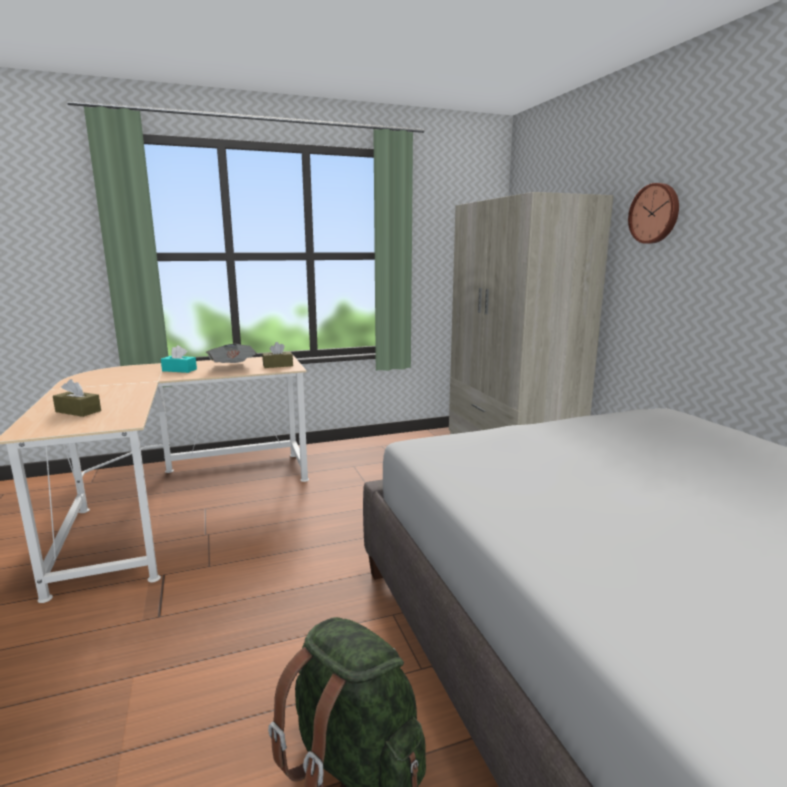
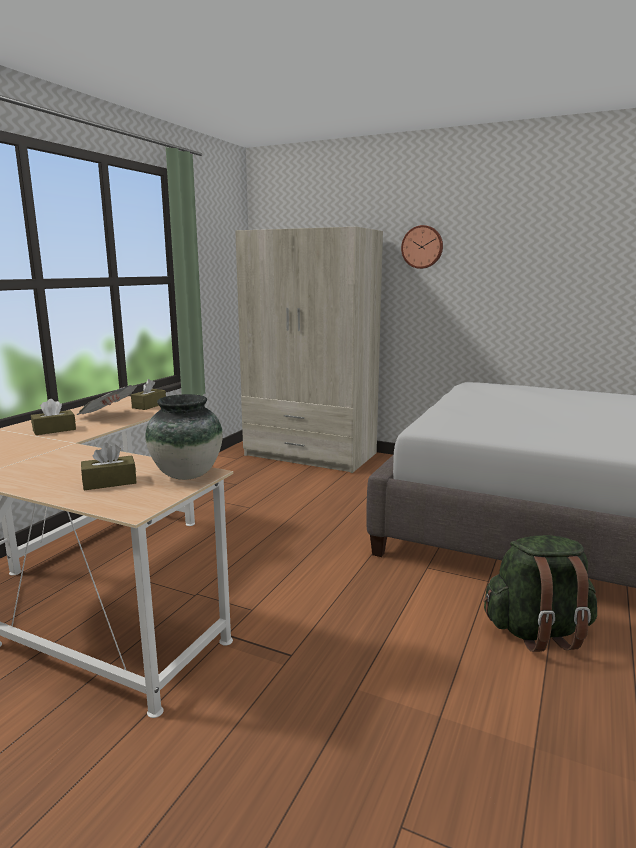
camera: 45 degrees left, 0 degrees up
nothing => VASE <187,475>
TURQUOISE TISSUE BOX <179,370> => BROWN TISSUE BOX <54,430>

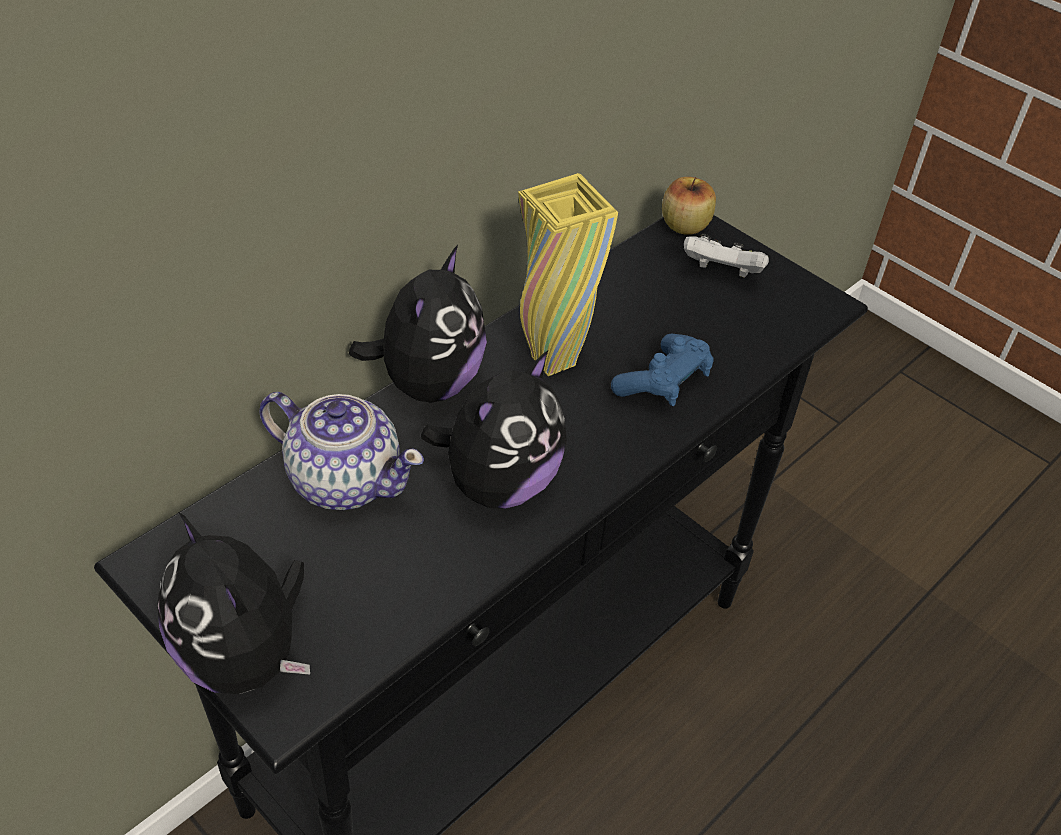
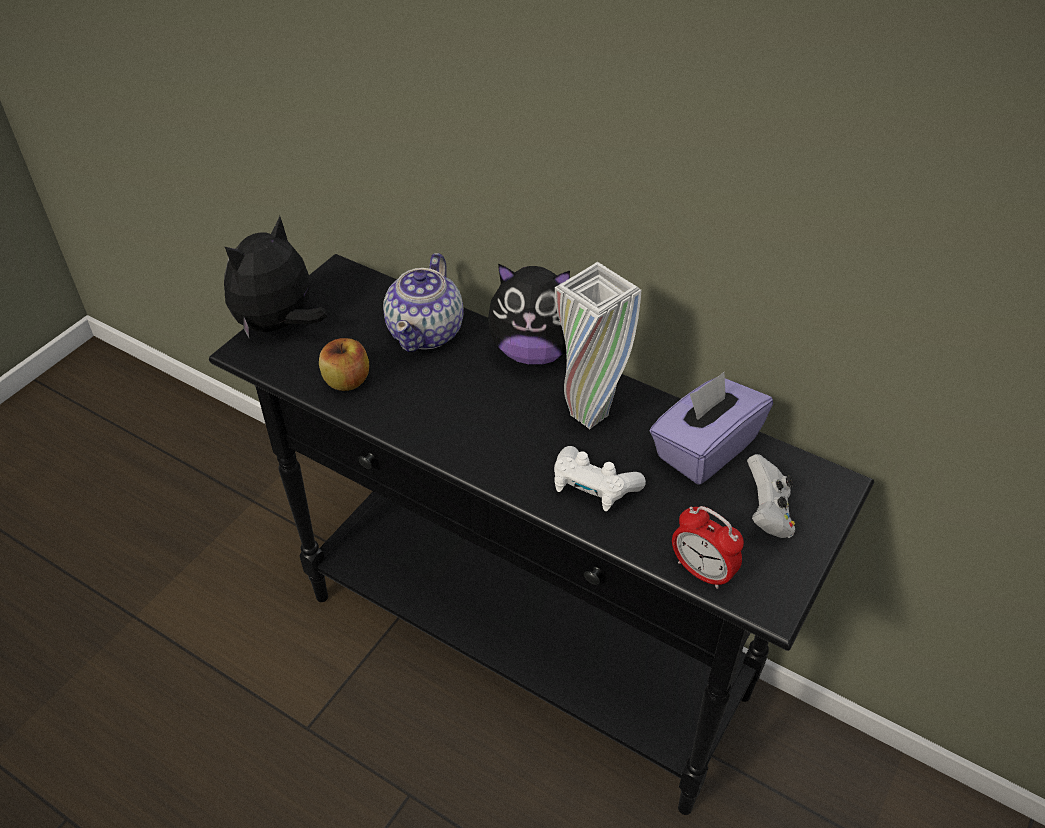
camera: 80 degrees right, 0 degrees up
PLUSH TOY <499,483> => nothing
nothing => PURPLE TISSUE BOX <704,449>
nothing => ALARM CLOCK <702,571>
APPLE <684,225> => APPLE <347,381>, move
YELLOW VASE <553,361> => WHITE VASE <589,415>
BLUE GAME CONTROLLER <663,383> => WHITE GAME CONTROLLER <593,488>

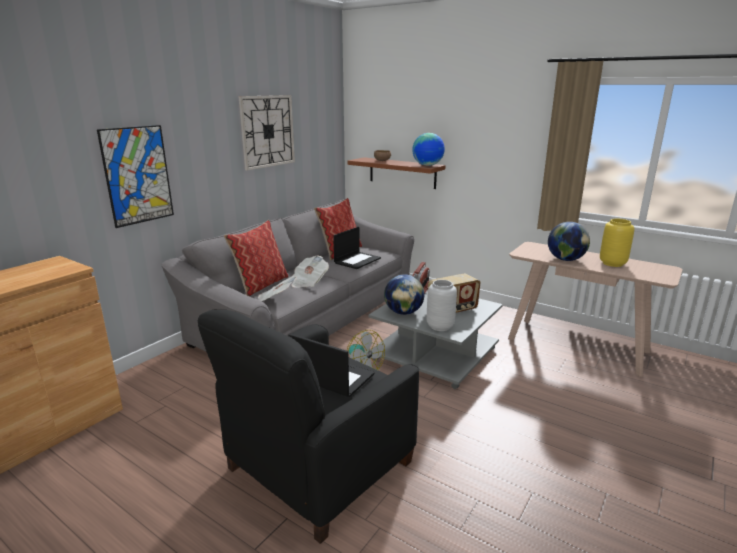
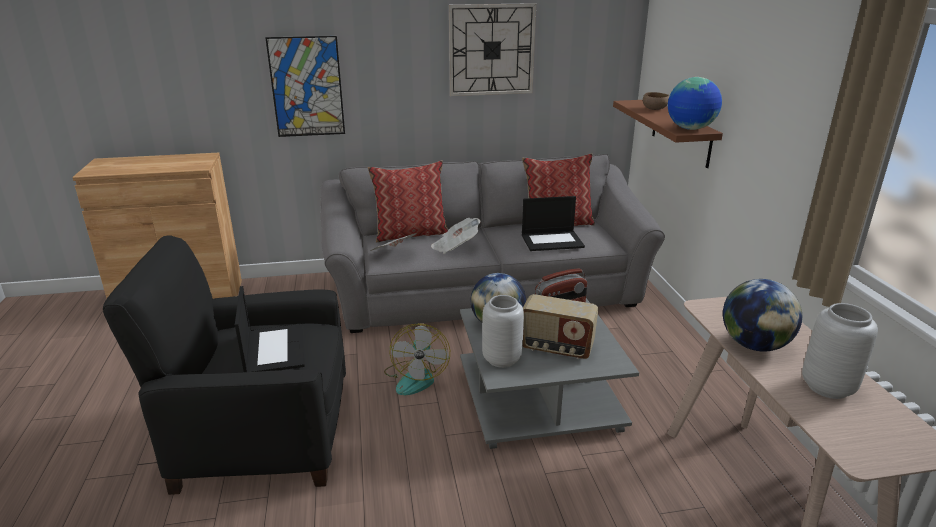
camera: 45 degrees right, 5 degrees up
YELLOW VASE <613,263> => GREY VASE <828,387>

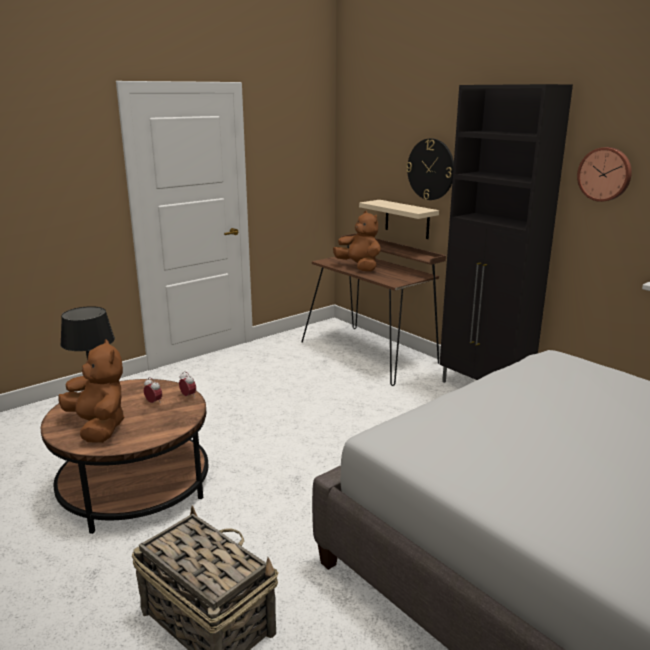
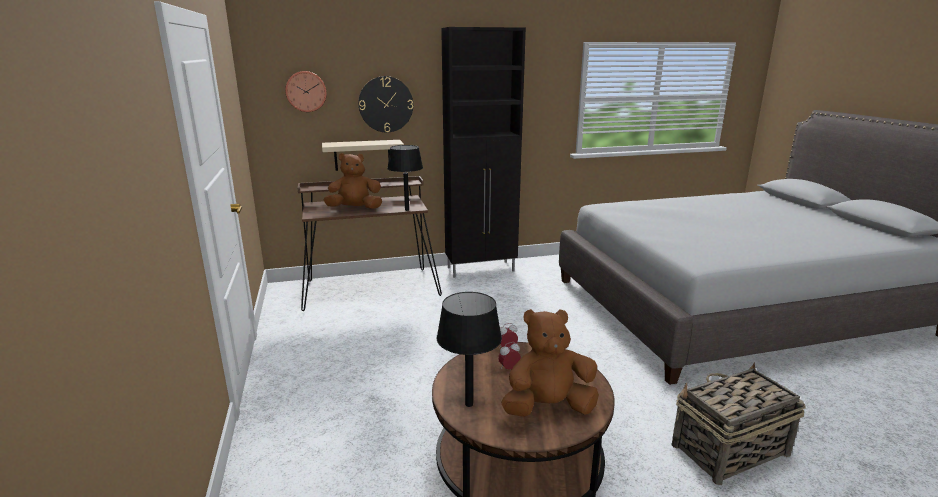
camera: 65 degrees left, 0 degrees up
nothing => BLACK TABLE LAMP <407,210>
WALL CLOCK <605,174> => WALL CLOCK <306,91>, move

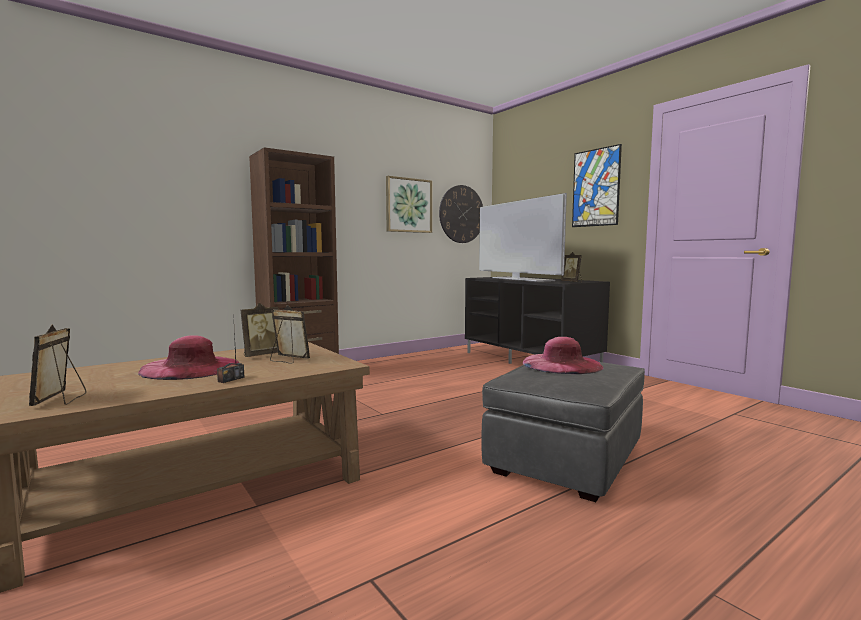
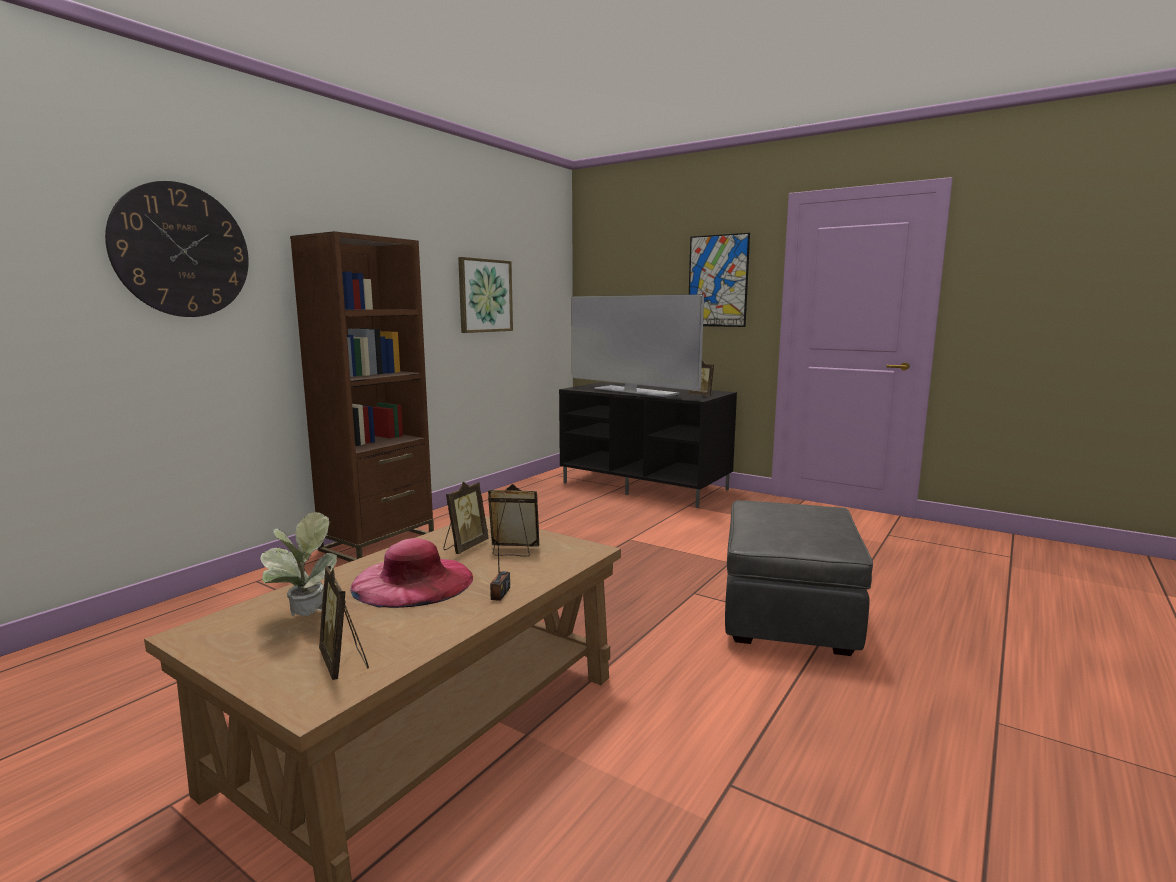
camera: 20 degrees left, 5 degrees up
PINK HAT <562,364> => nothing
nothing => POTTED PLANT <304,621>
WALL CLOCK <461,214> => WALL CLOCK <181,250>, move

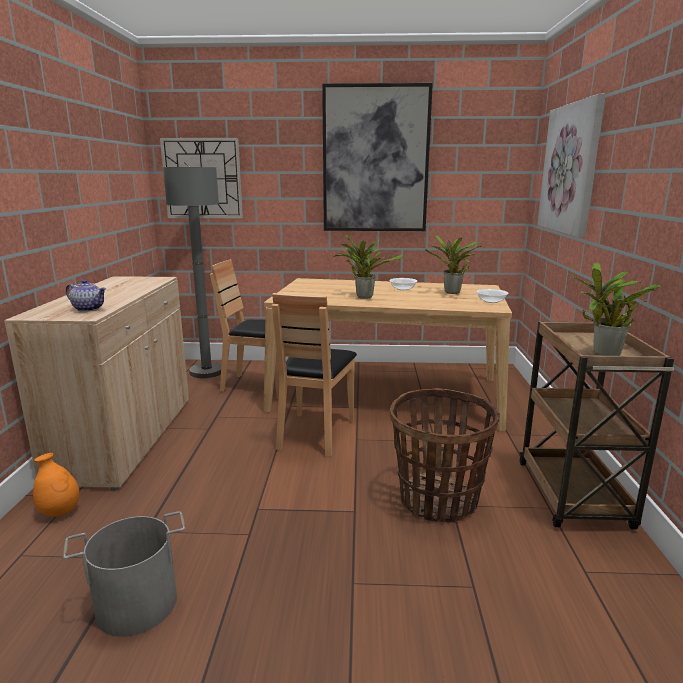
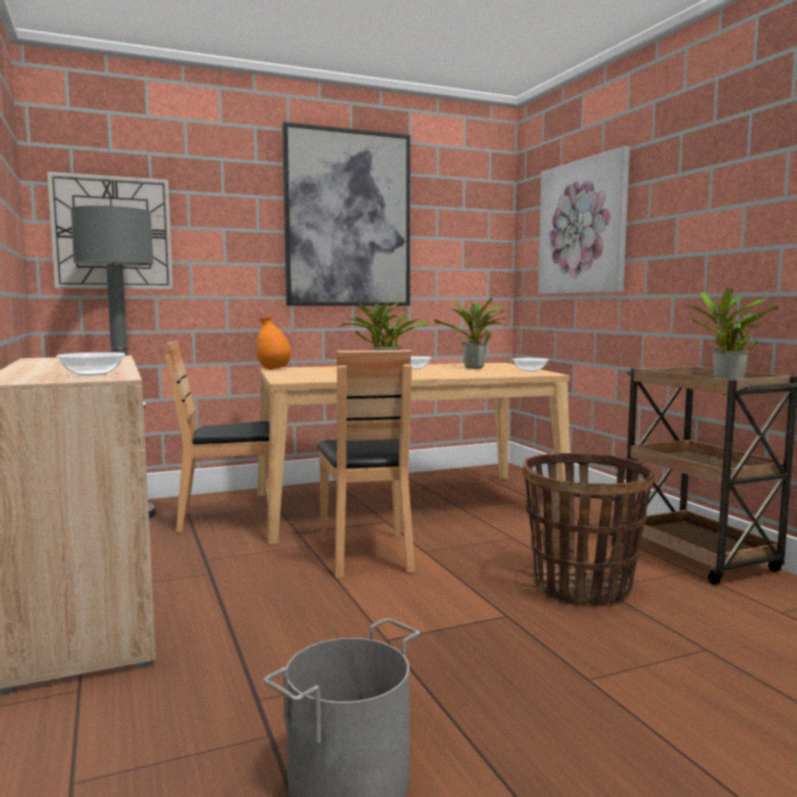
camera: 25 degrees left, 10 degrees down
ORANGE VASE <60,512> => ORANGE VASE <274,369>, move
TEAPOT <89,309> => BOWL <92,374>

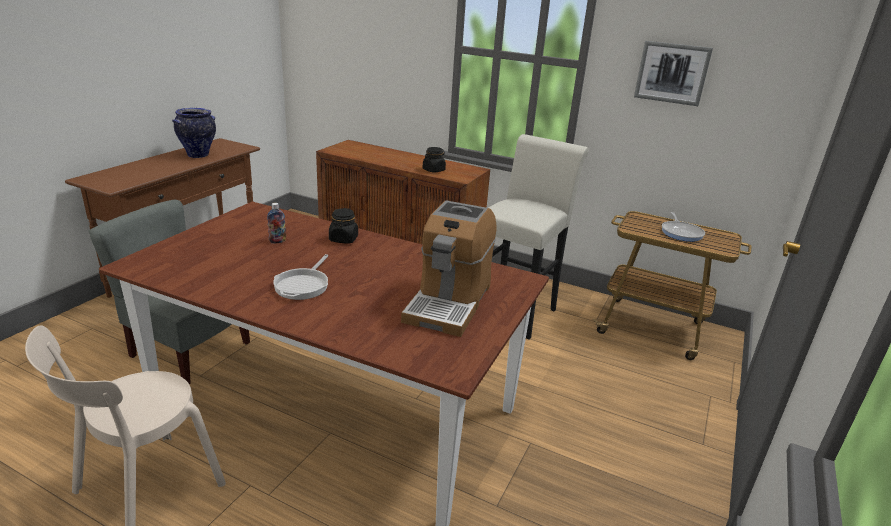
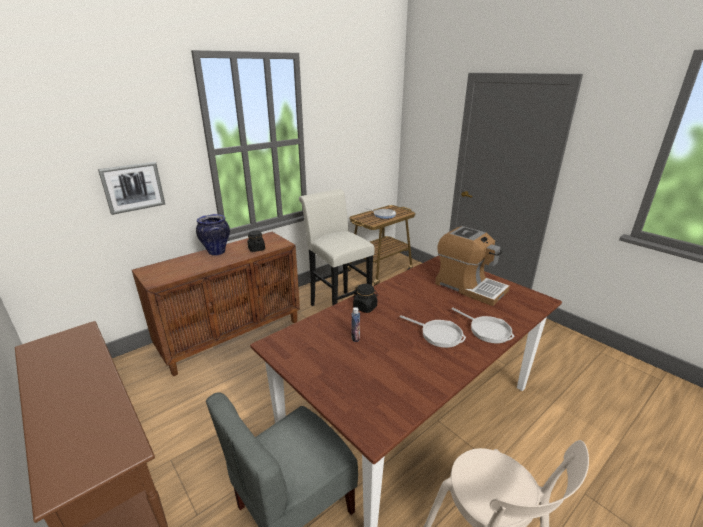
camera: 65 degrees left, 0 degrees up
nothing => FRYING PAN <487,330>
VASE <198,155> => VASE <216,252>, move
PICTURE <672,73> => PICTURE <133,187>, move

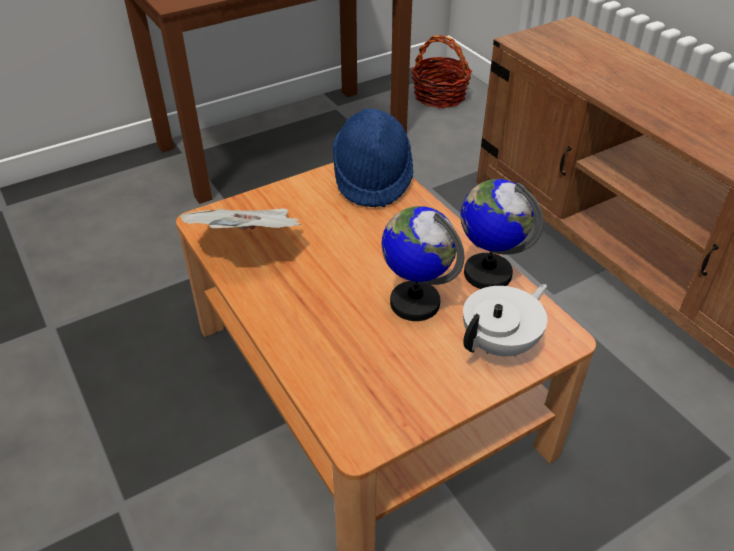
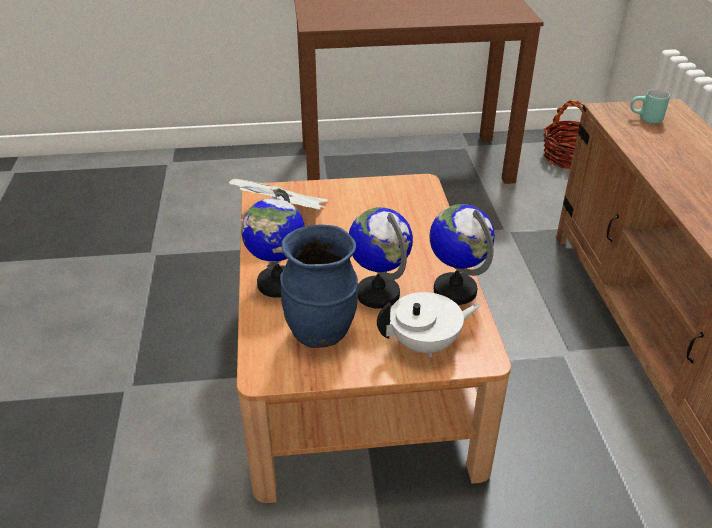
camera: 25 degrees right, 5 degrees down
BLUE HAT <372,178> => nothing
nothing => GLOBE <278,284>
nothing => BLUE VASE <321,333>
nothing => TURQUOISE MUG <645,120>

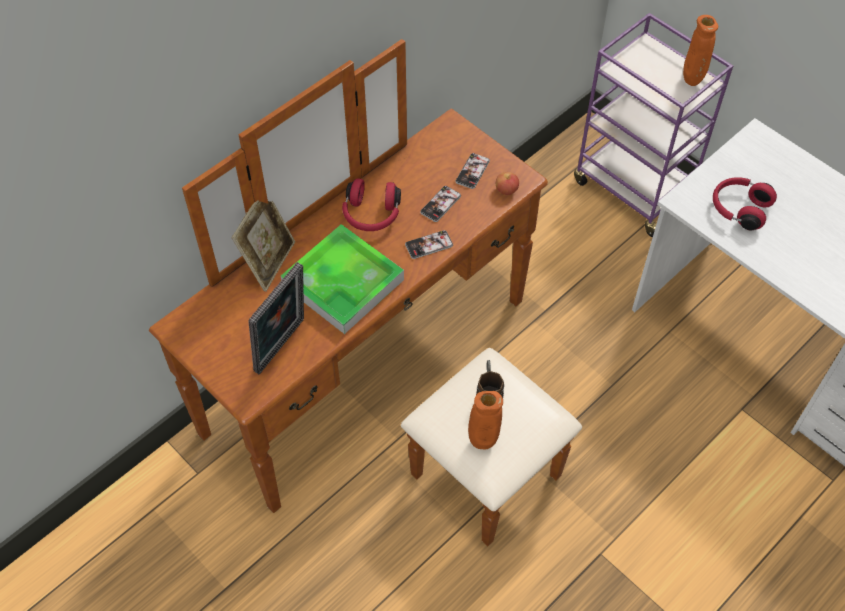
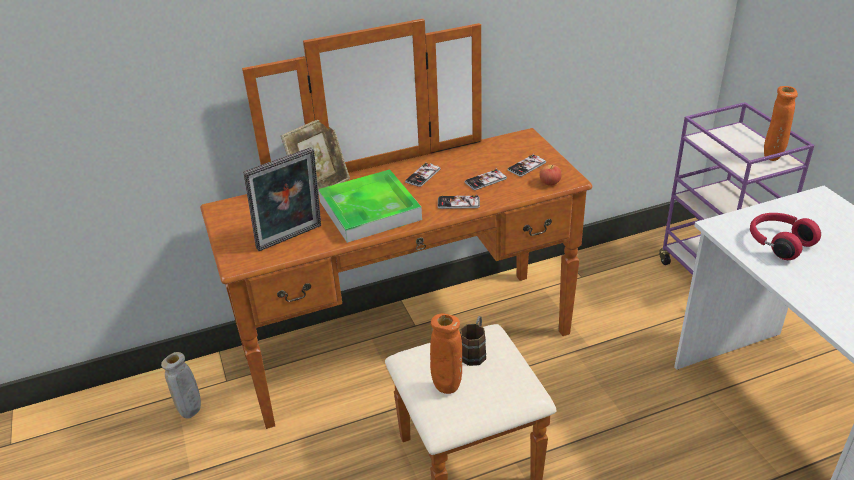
camera: 25 degrees right, 20 degrees down
nothing => BEIGE VASE <191,413>
RED HEADPHONES <371,215> => PHONE <423,175>

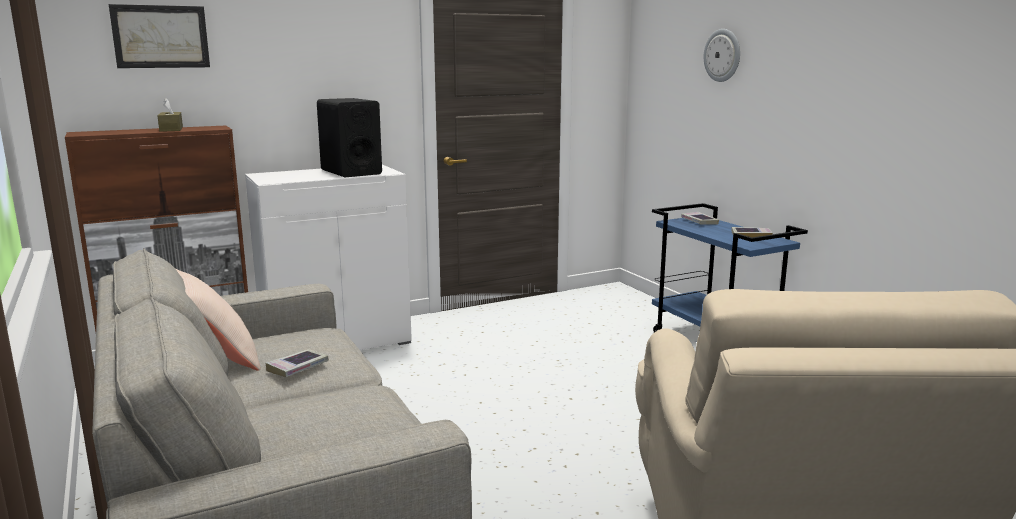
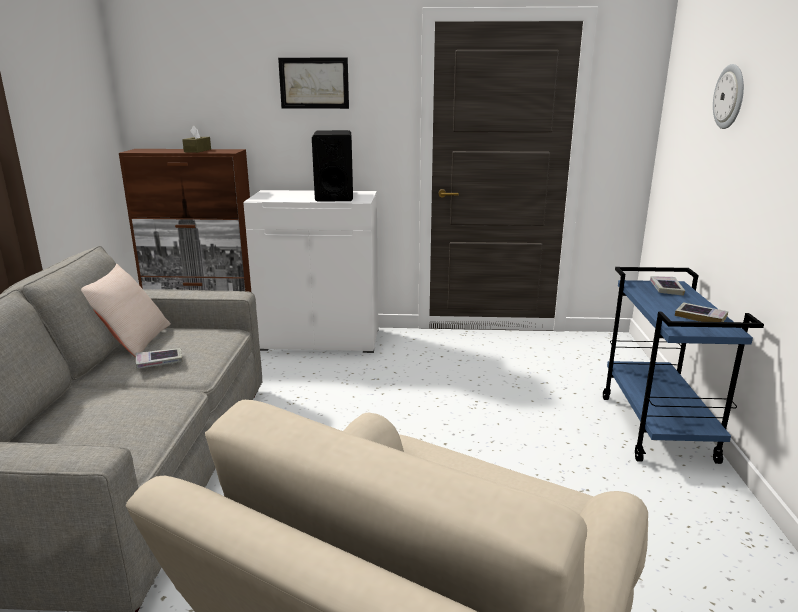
camera: 30 degrees right, 5 degrees up
PICTURE <161,36> => PICTURE <314,83>, move

